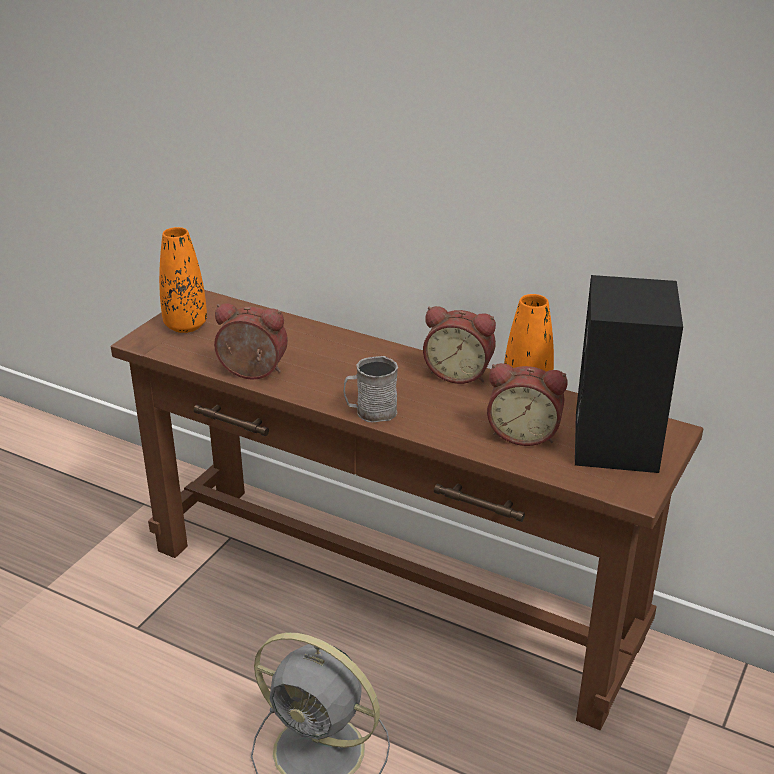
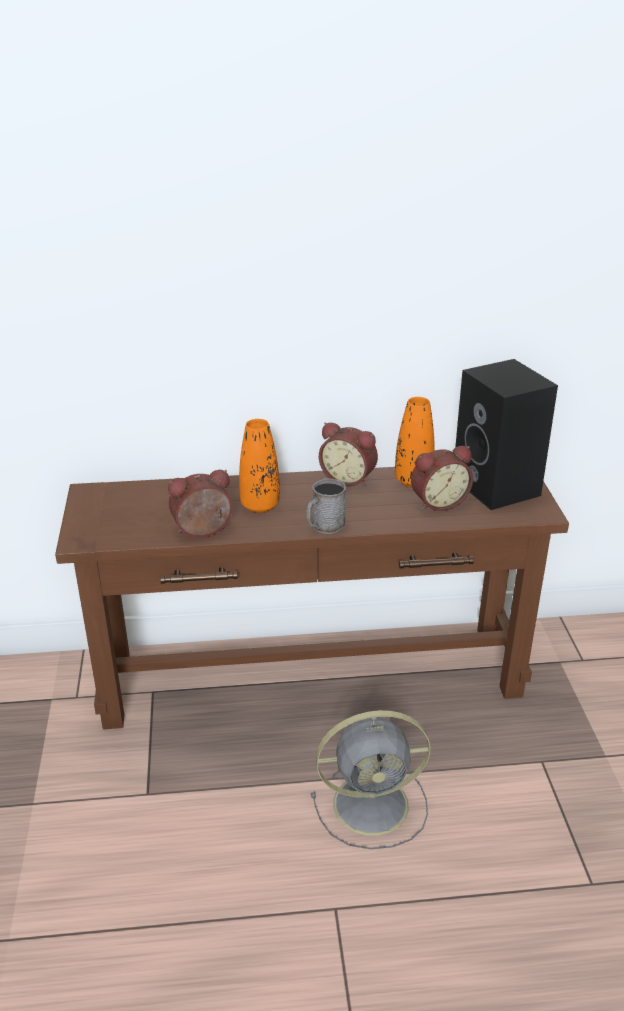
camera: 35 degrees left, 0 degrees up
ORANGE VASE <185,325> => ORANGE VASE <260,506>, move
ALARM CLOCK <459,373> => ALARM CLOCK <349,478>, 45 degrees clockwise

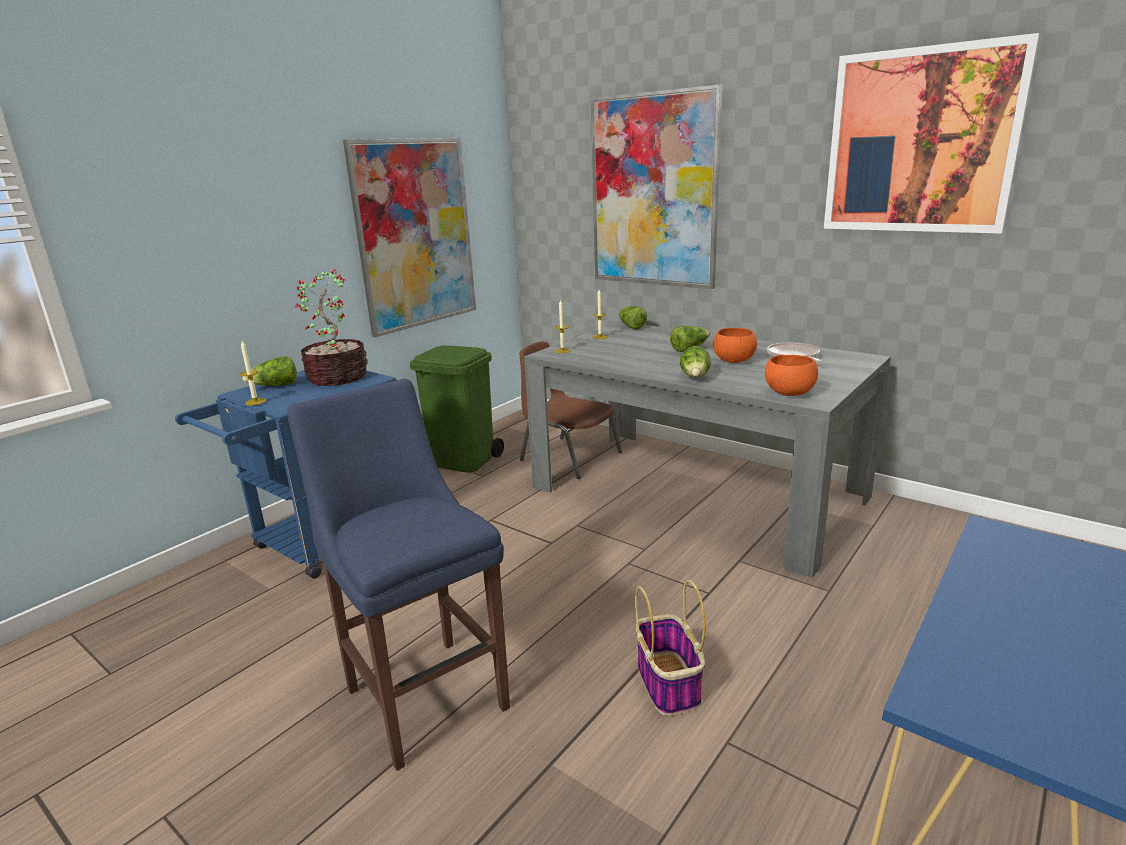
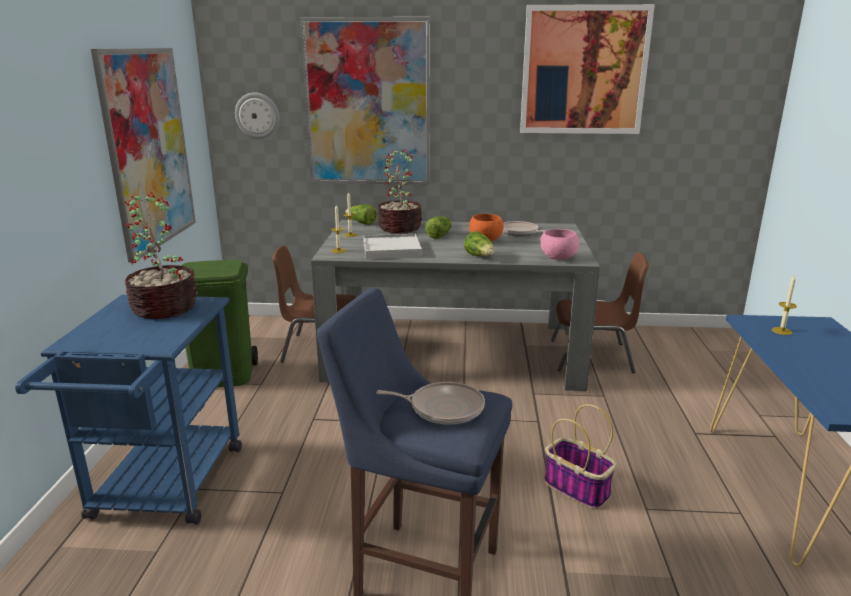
camera: 35 degrees left, 0 degrees up
LETTUCE <275,386> => nothing
nothing => WALL CLOCK <257,115>
nothing => WHITE TRAY <391,250>
nothing => FRYING PAN <443,408>
nothing => POTTED PLANT <399,227>
nothing => BROWN CHAIR <592,357>
CANDLE <255,402> => CANDLE <781,331>, move
ORANGE BOWL <789,393> => PINK BOWL <558,258>

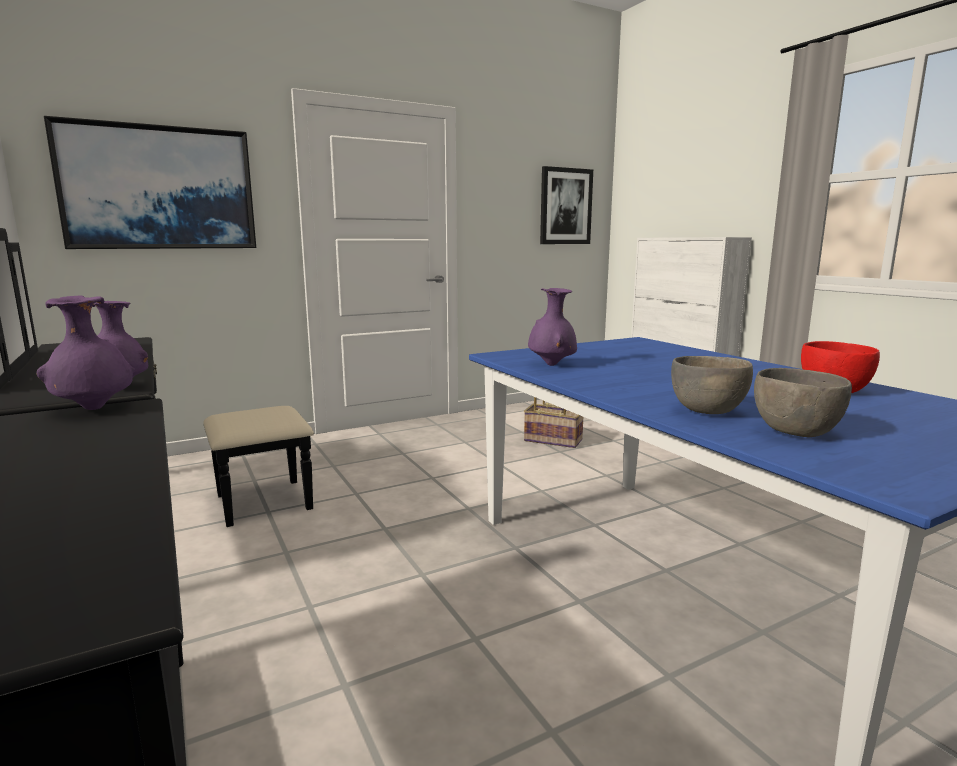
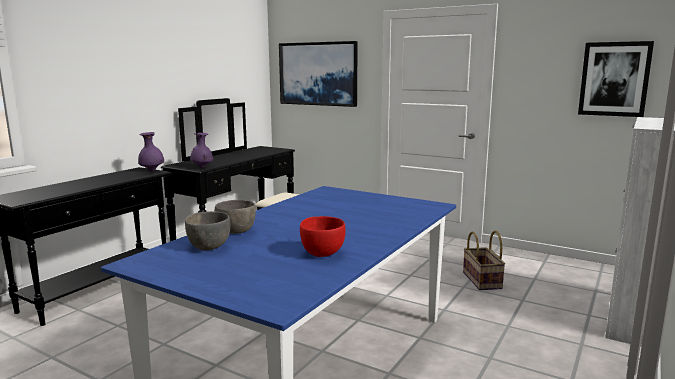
camera: 60 degrees right, 0 degrees up
PURPLE VASE <552,365> => nothing

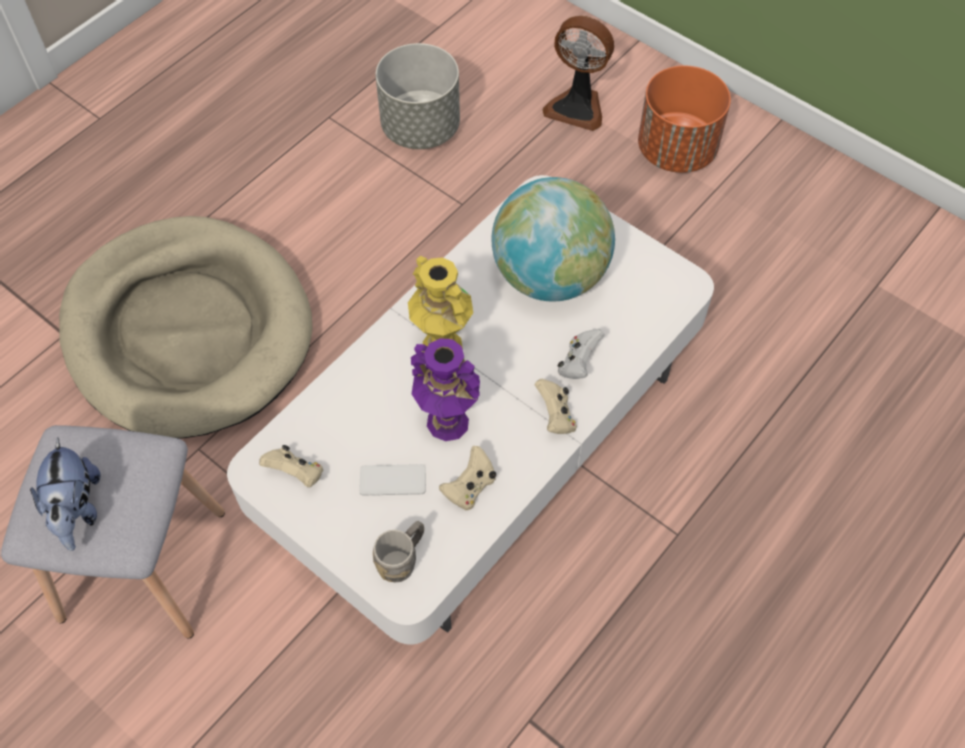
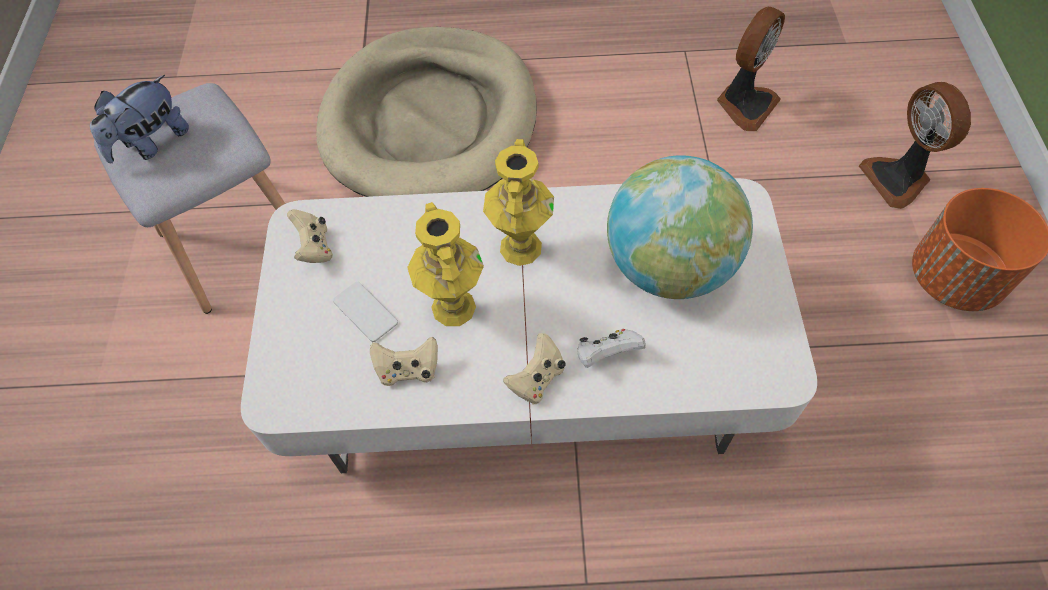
camera: 50 degrees right, 0 degrees up
GREY MUG <402,559> => nothing
GREY PLANTER <420,127> => FAN <744,104>
PURPLE VASE <447,423> => YELLOW VASE <452,307>

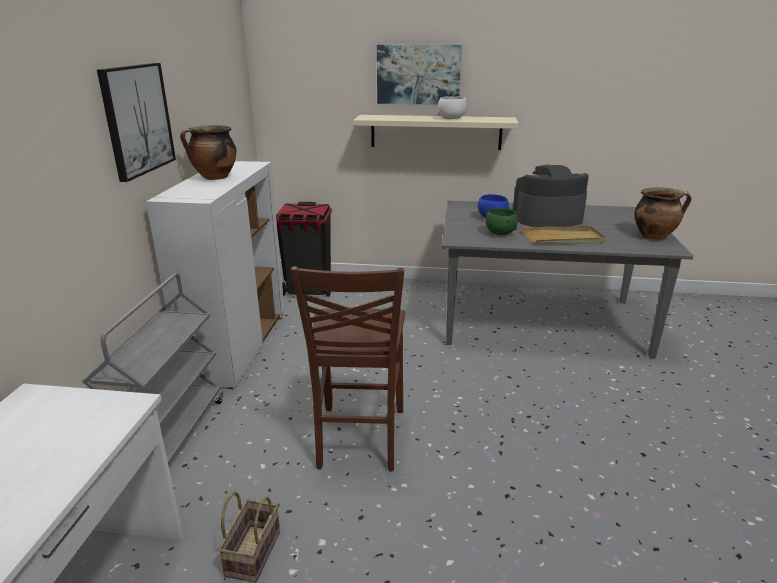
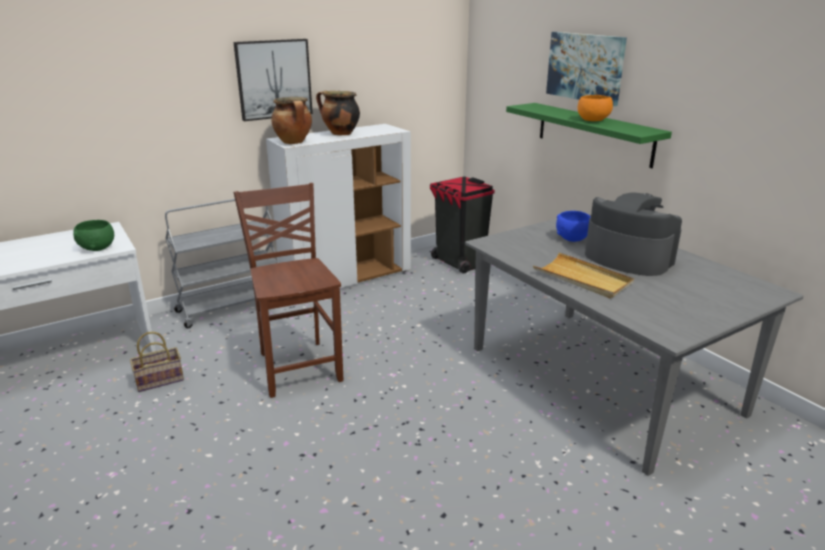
camera: 50 degrees right, 0 degrees up
GREEN BOWL <500,233> => GREEN BOWL <98,248>, move
COOKING POT <654,236> => COOKING POT <294,142>, move
BEIGE SHELF <435,132> => GREEN SHELF <593,133>
WHITE BOWL <451,119> => ORANGE BOWL <592,120>
BROWN CHAIR <358,439> => BROWN CHAIR <299,366>, 105 degrees clockwise

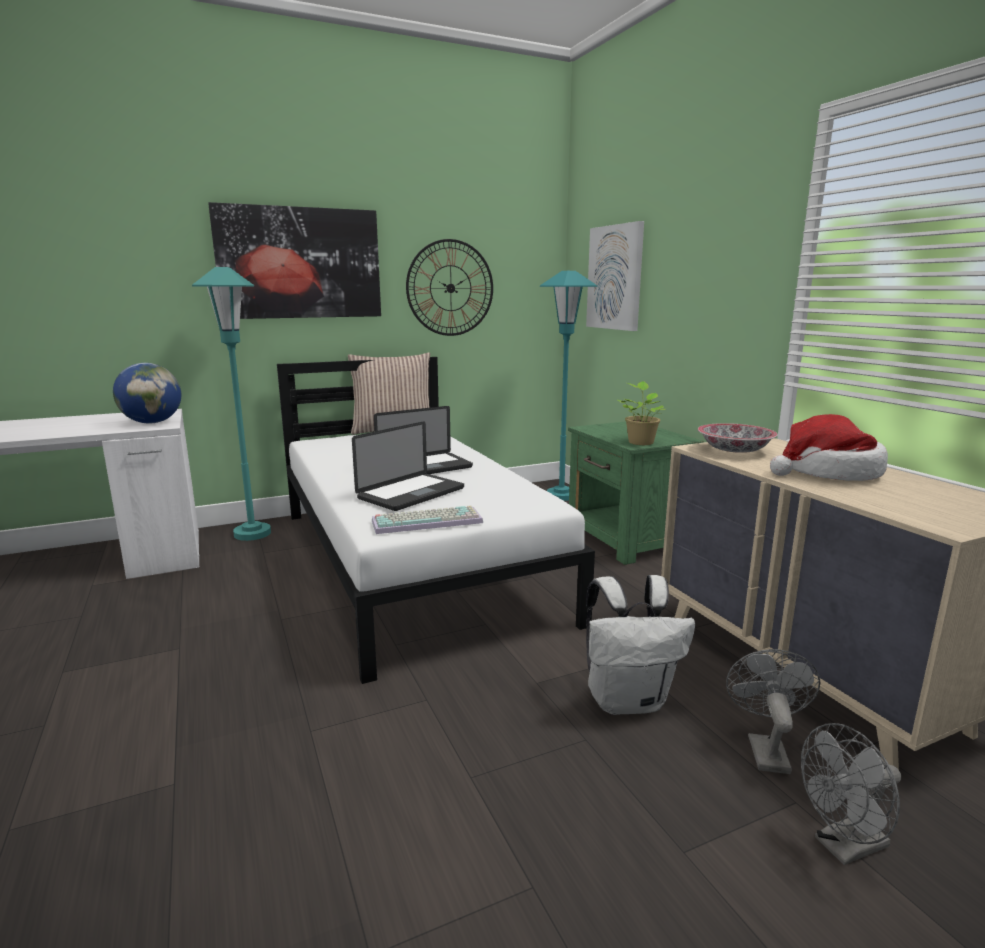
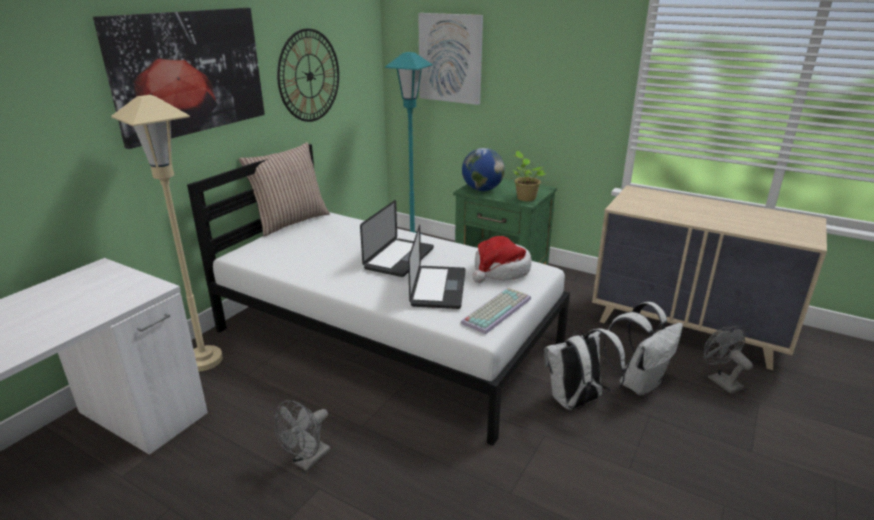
camera: 35 degrees left, 10 degrees up
BOWL <734,450> => nothing
nothing => WHITE BACKPACK <576,402>
GLOBE <152,422> => GLOBE <482,189>, move
HAT <828,472> => HAT <500,270>, move
GREY FAN <844,847> => GREY FAN <307,461>, move
TURQUOISE FLOOR LAMP <252,533> => BEIGE FLOOR LAMP <204,360>

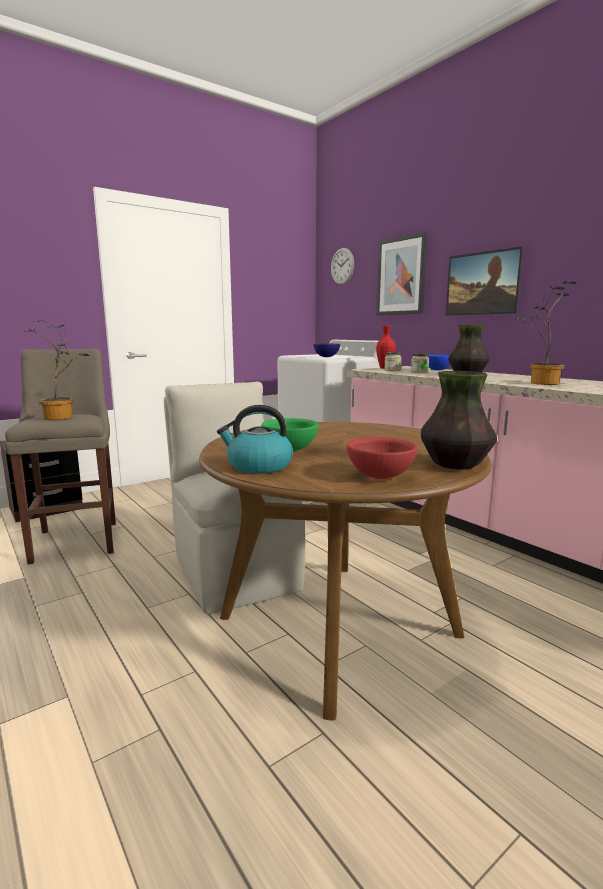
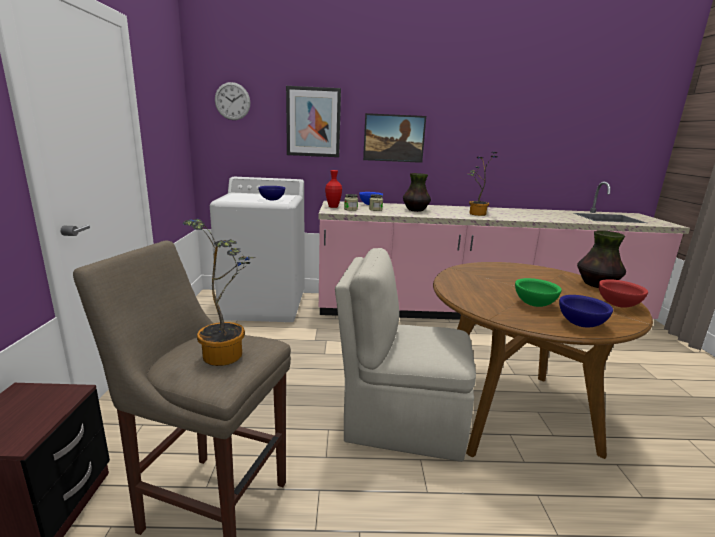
camera: 55 degrees left, 5 degrees up
KETTLE <258,466> => BLUE BOWL <581,324>

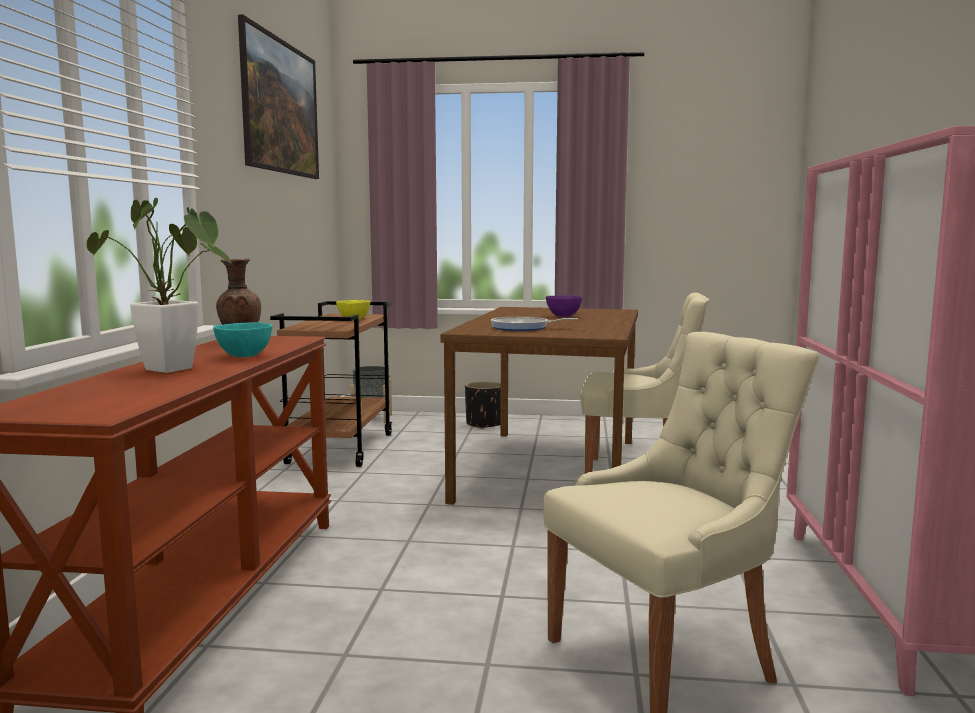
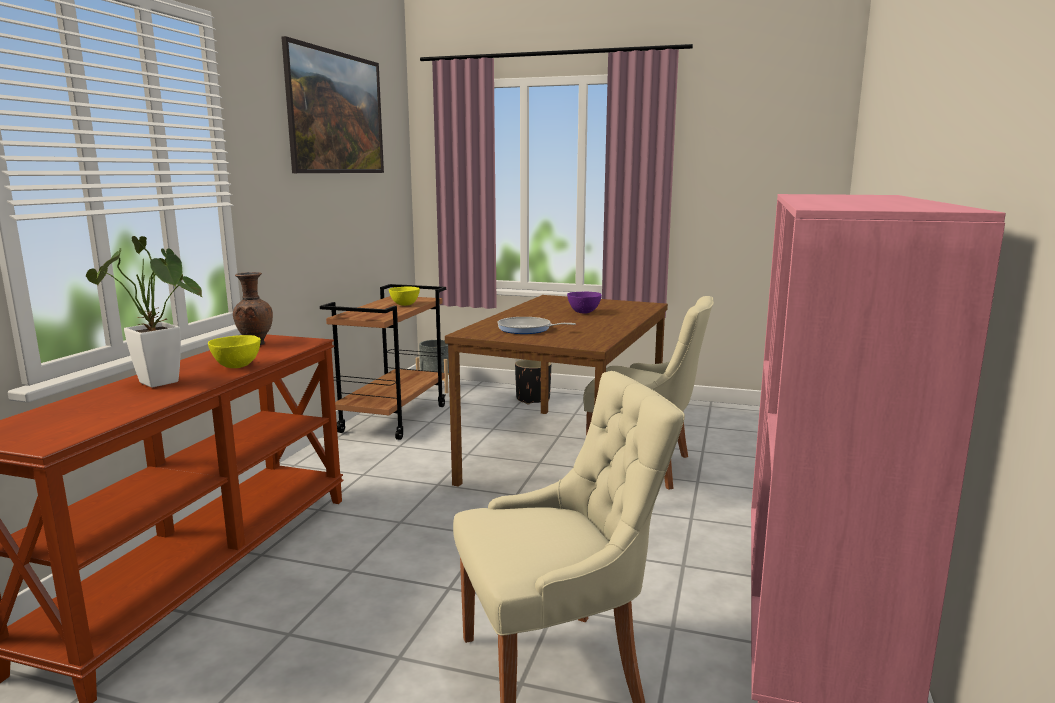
camera: 10 degrees right, 5 degrees up
TURQUOISE BOWL <244,356> => YELLOW BOWL <237,366>

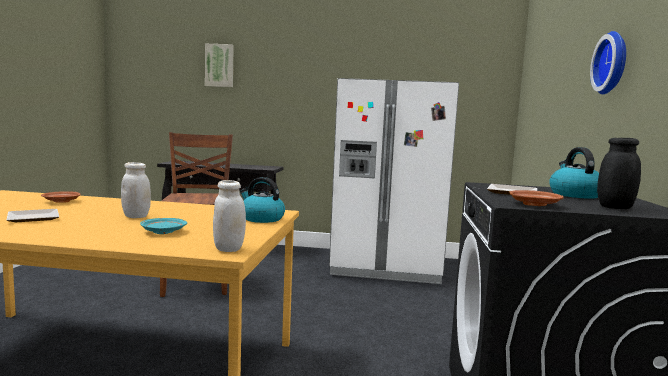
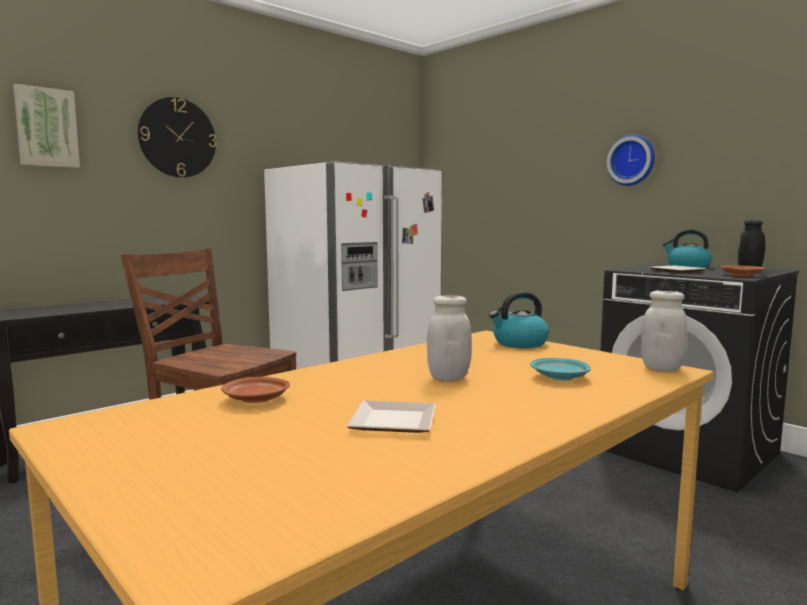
camera: 50 degrees left, 0 degrees up
nothing => WALL CLOCK <177,138>

